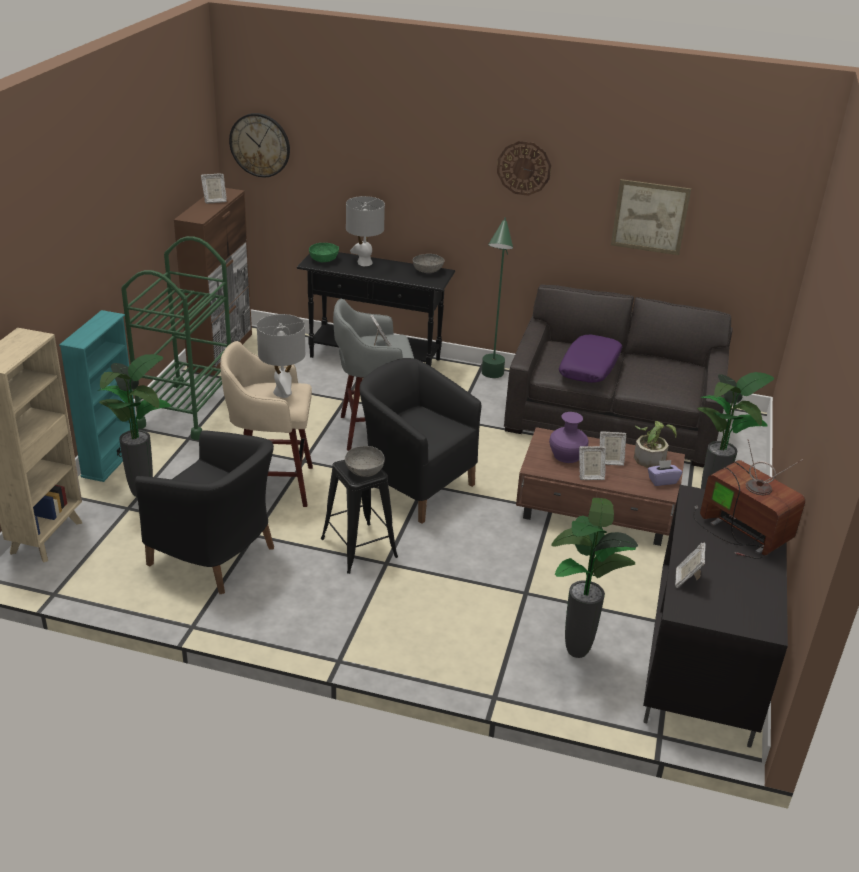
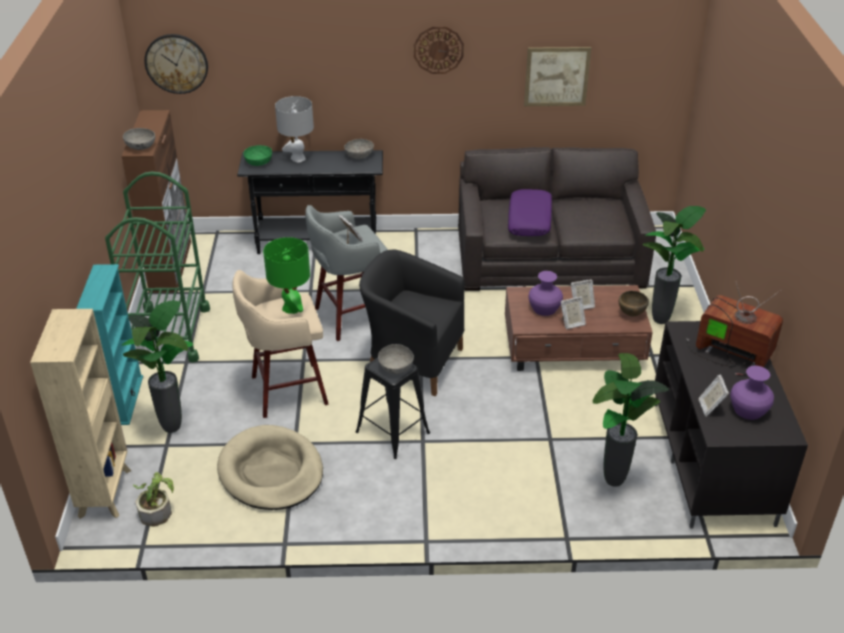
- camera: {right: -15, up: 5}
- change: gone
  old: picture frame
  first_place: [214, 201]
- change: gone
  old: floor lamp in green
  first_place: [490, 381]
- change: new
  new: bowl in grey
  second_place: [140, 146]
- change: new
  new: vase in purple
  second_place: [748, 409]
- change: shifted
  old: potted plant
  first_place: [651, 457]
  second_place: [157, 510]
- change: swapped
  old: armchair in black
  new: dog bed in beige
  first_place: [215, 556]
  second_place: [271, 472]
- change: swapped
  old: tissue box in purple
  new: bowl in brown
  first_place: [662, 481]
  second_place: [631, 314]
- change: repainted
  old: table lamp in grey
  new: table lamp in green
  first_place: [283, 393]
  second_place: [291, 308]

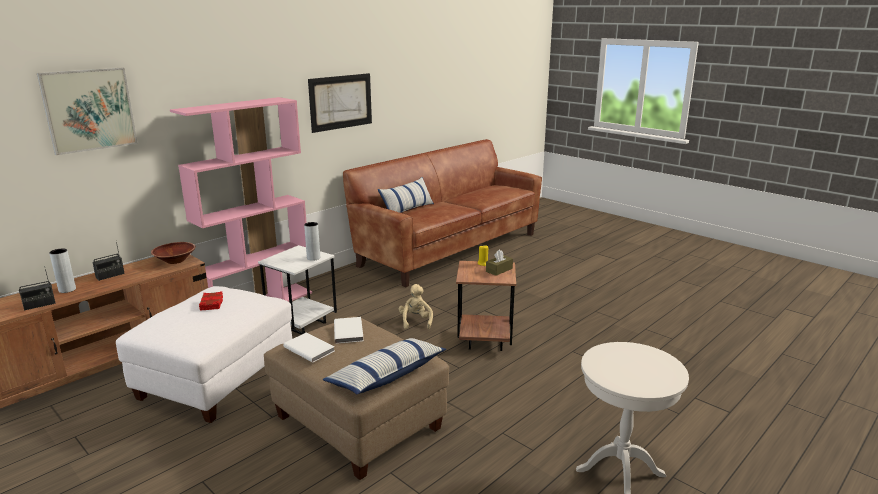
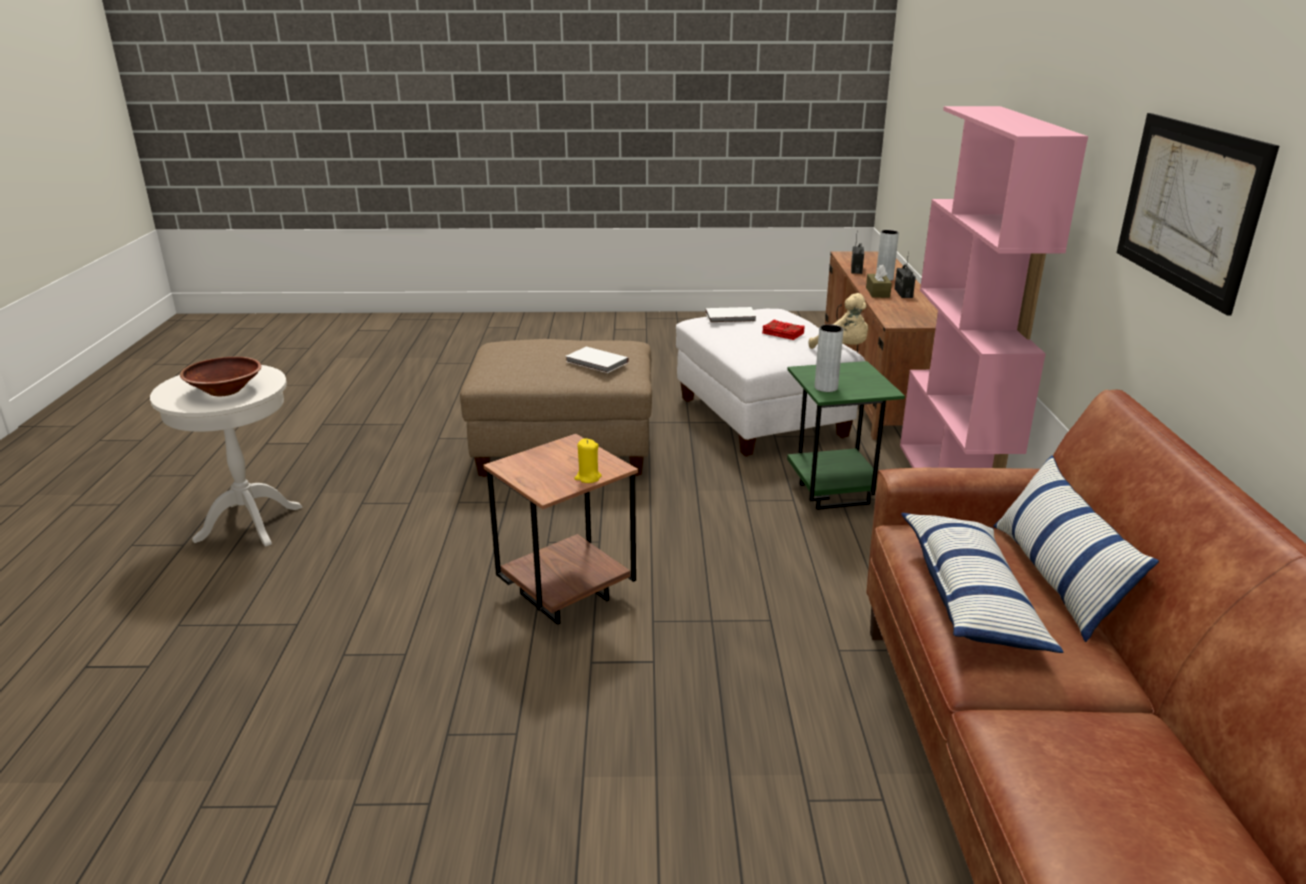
- camera: {right: 135, up: 5}
- change: gone
  old: picture
  first_place: [89, 110]
- change: shifted
  old: bowl in brown
  first_place: [175, 261]
  second_place: [225, 391]
- change: shifted
  old: book in white
  first_place: [309, 348]
  second_place: [731, 317]
- change: shifted
  old: pillow
  first_place: [386, 376]
  second_place: [971, 598]
- change: shifted
  old: plush toy in beige
  first_place: [415, 321]
  second_place: [843, 349]
- change: shifted
  old: tissue box in brown
  first_place: [499, 270]
  second_place: [877, 292]
- change: repainted
  old: side table in white
  new: side table in green
  first_place: [302, 325]
  second_place: [835, 493]

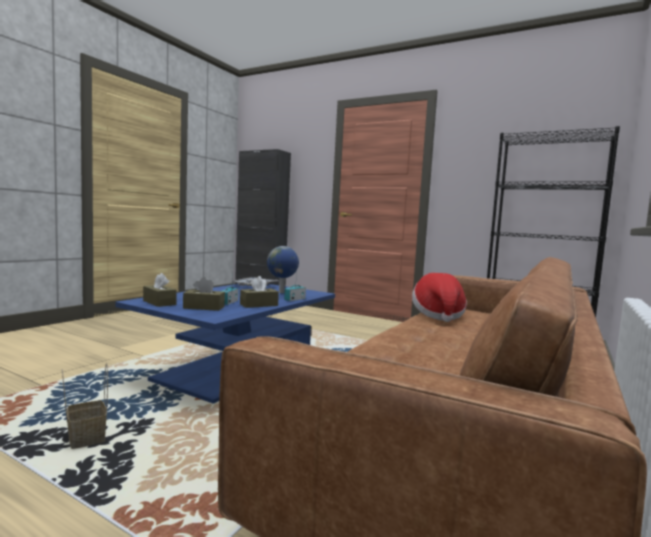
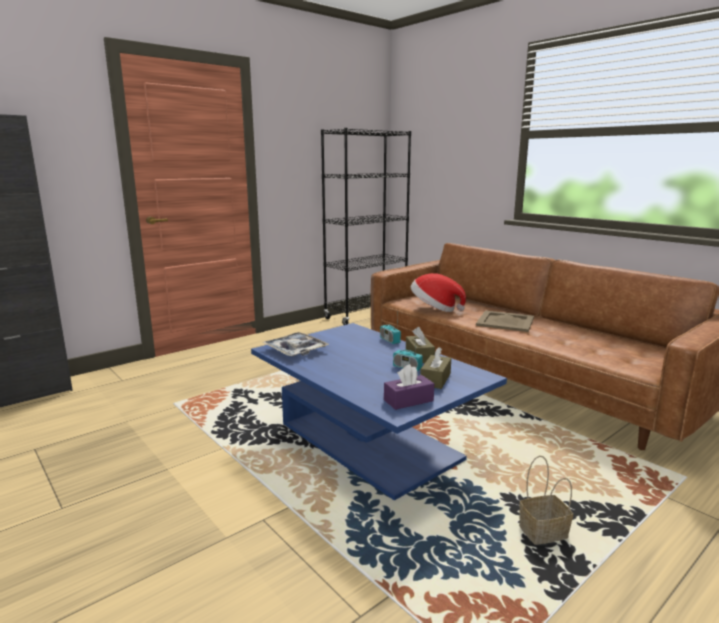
- camera: {right: -70, up: 10}
- change: gone
  old: globe
  first_place: [282, 292]
- change: new
  new: tray in beige
  second_place: [505, 322]
- change: repainted
  old: tissue box in brown
  new: tissue box in purple
  first_place: [159, 302]
  second_place: [408, 400]

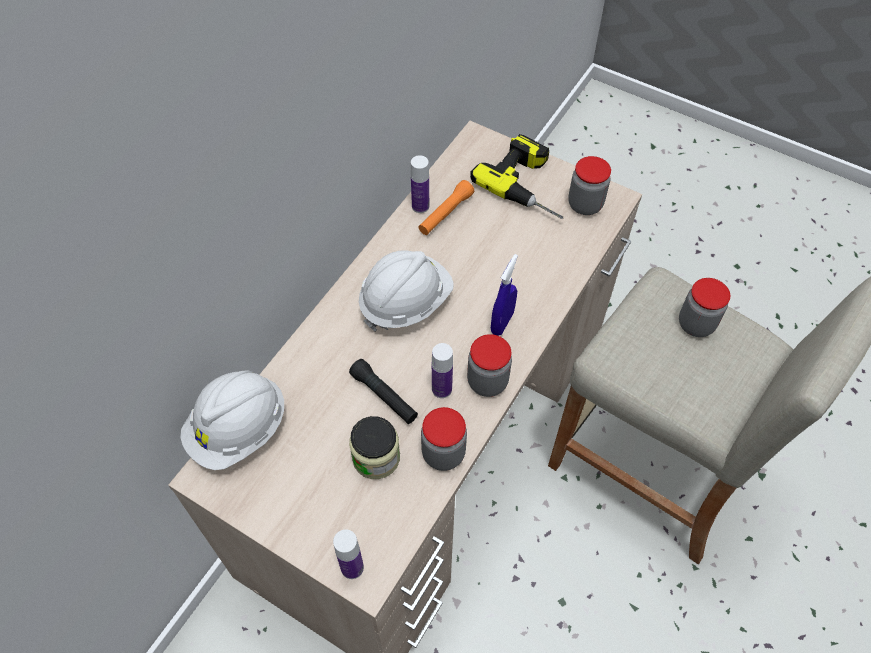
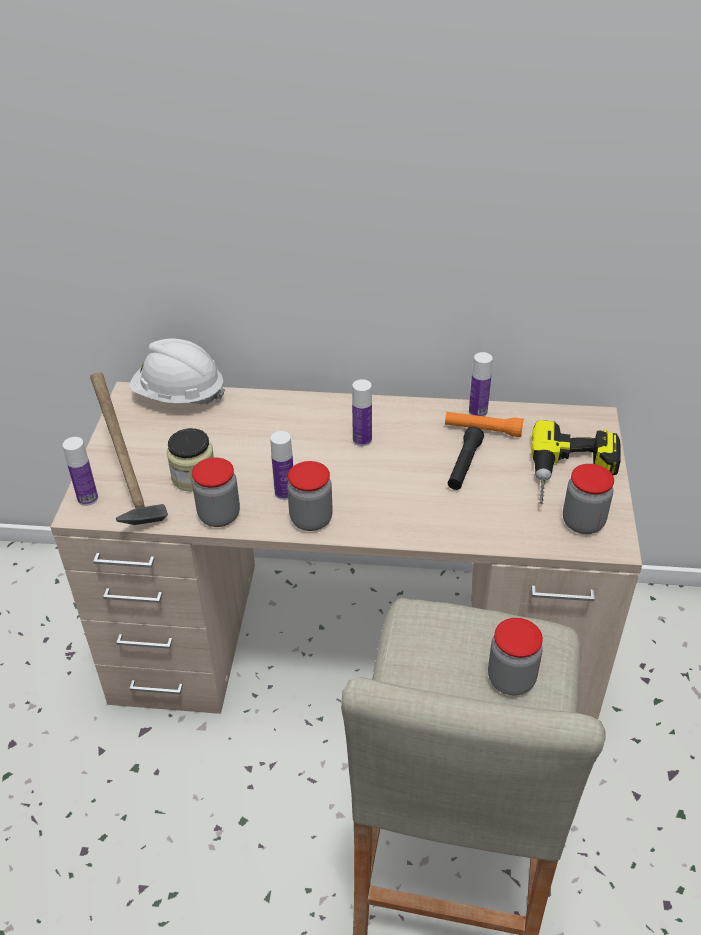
- camera: {right: 65, up: -15}
- change: gone
  old: spray bottle in blue
  first_place: [502, 322]
- change: new
  new: hammer
  second_place: [129, 491]
- change: shifted
  old: flashlight in black
  first_place: [384, 396]
  second_place: [464, 465]
- change: swapped
  old: hard hat in white
  new: bottle
  first_place: [405, 302]
  second_place: [362, 440]

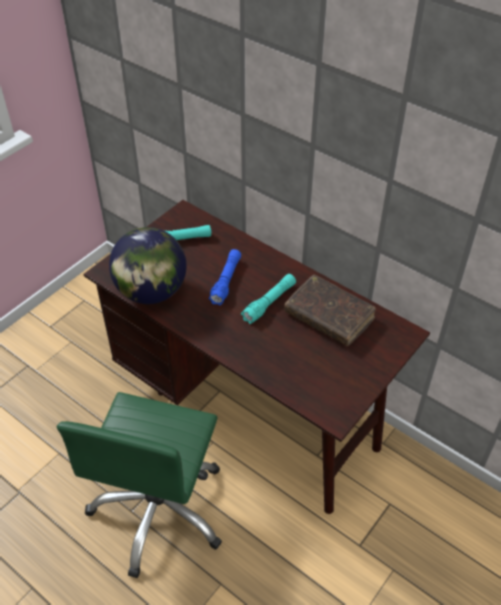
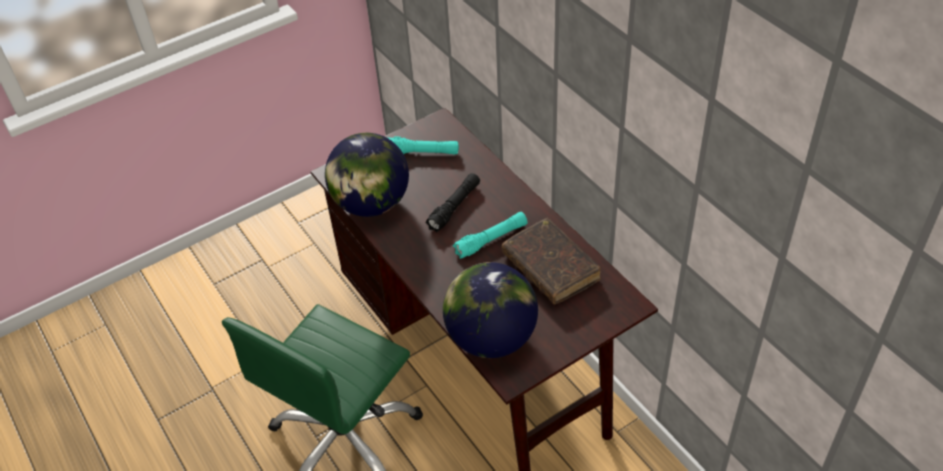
- camera: {right: 20, up: 0}
- change: new
  new: globe
  second_place: [491, 338]
- change: repainted
  old: flashlight in blue
  new: flashlight in black
  first_place: [226, 281]
  second_place: [454, 207]

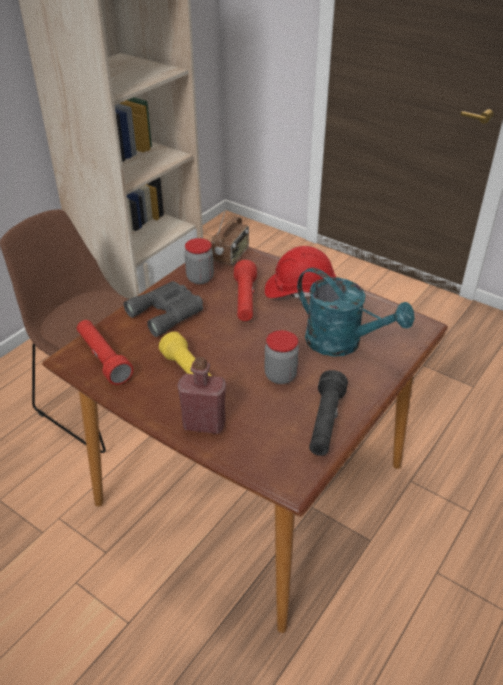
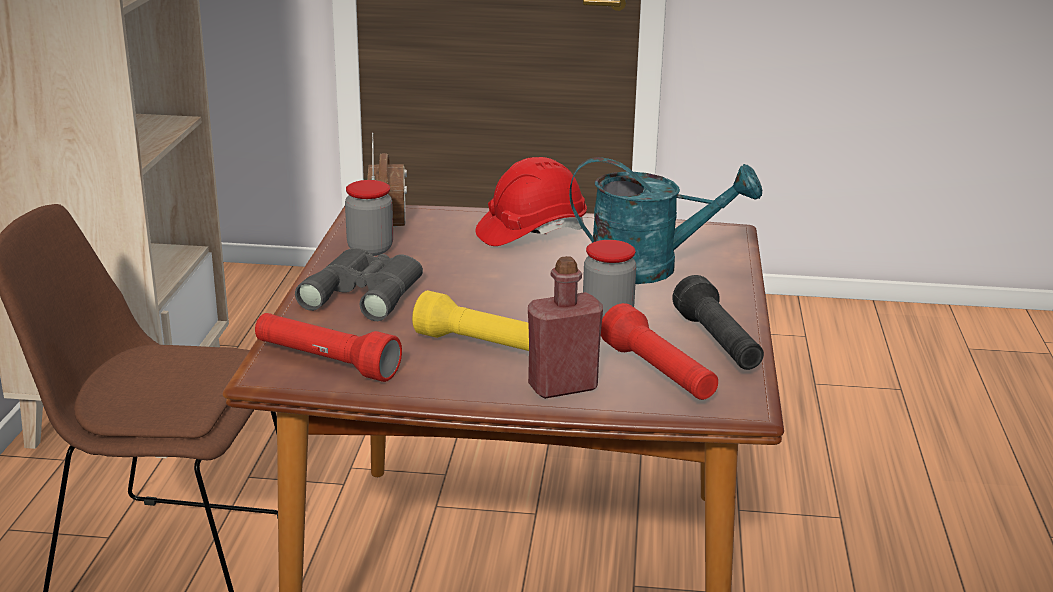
- camera: {right: -30, up: -15}
- change: shifted
  old: flashlight in red
  first_place: [245, 300]
  second_place: [659, 374]

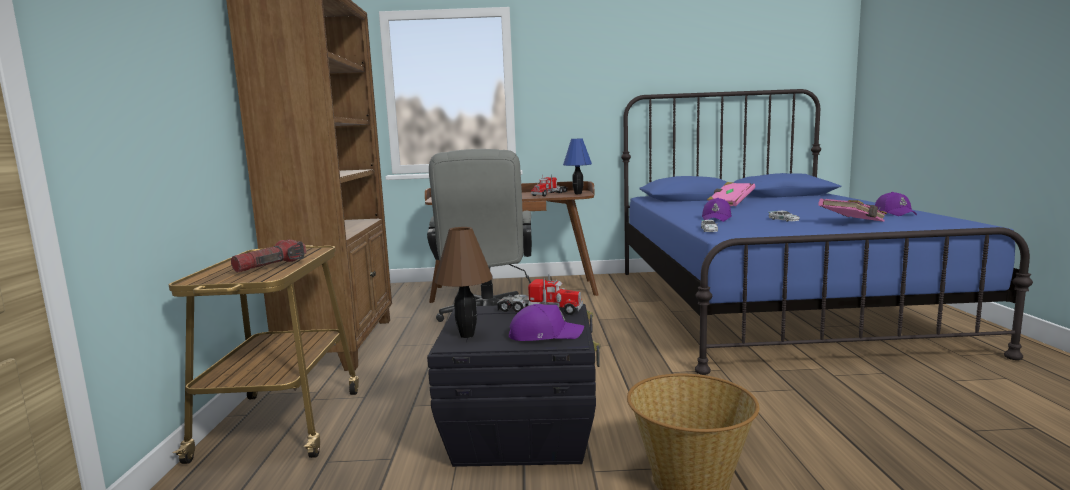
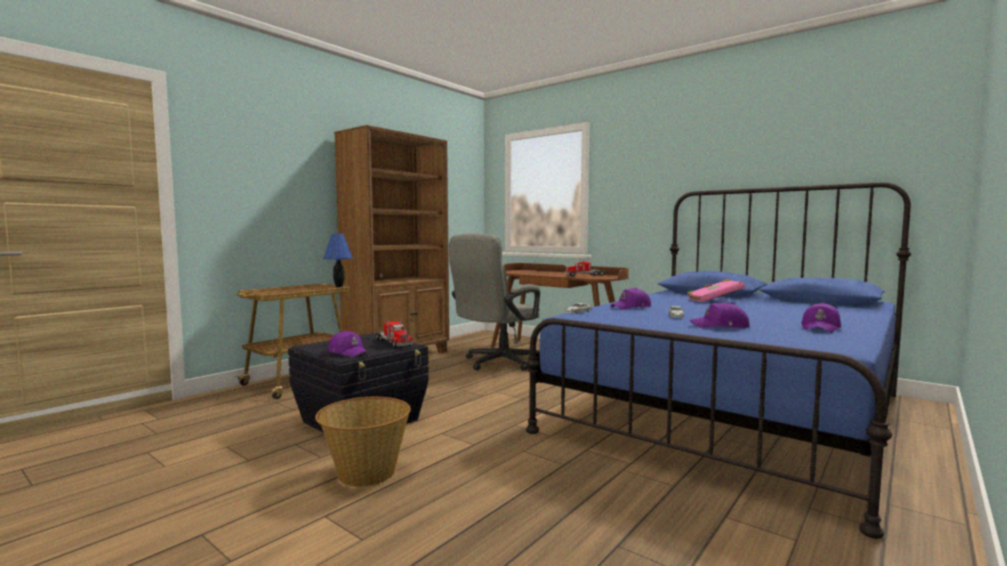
- camera: {right: 40, up: -5}
- change: gone
  old: flashlight
  first_place: [270, 266]
- change: gone
  old: table lamp in brown
  first_place: [467, 335]
- change: shifted
  old: table lamp in blue
  first_place: [578, 194]
  second_place: [339, 286]
- change: swapped
  old: book in pink
  new: cap in purple
  first_place: [853, 222]
  second_place: [720, 326]

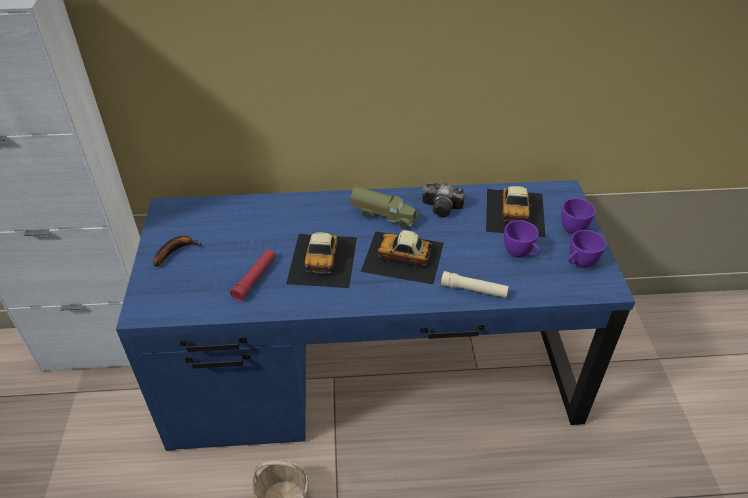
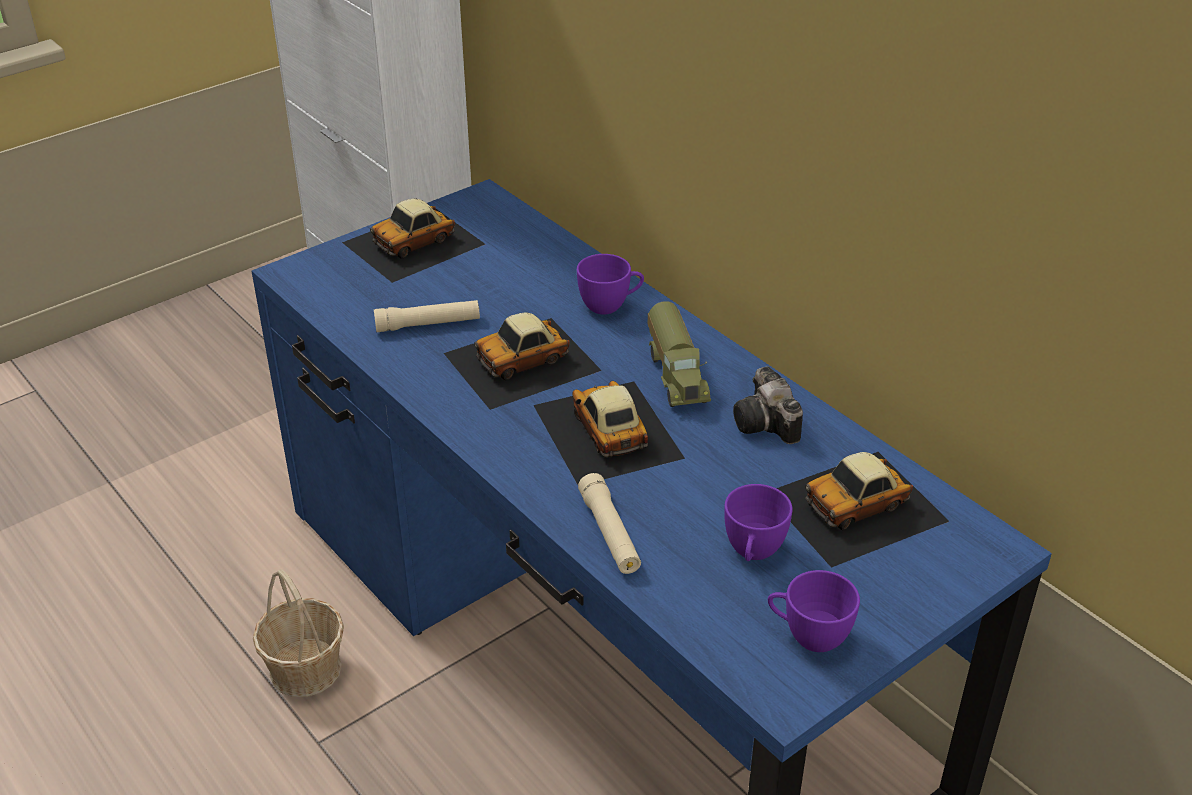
- camera: {right: 55, up: -5}
- change: shifted
  old: cup in purple
  first_place: [574, 226]
  second_place: [610, 305]
- change: swapped
  old: banana
  new: toy car
  first_place: [175, 251]
  second_place: [414, 243]
- change: repainted
  old: flashlight in red
  new: flashlight in beige
  first_place: [255, 278]
  second_place: [428, 324]

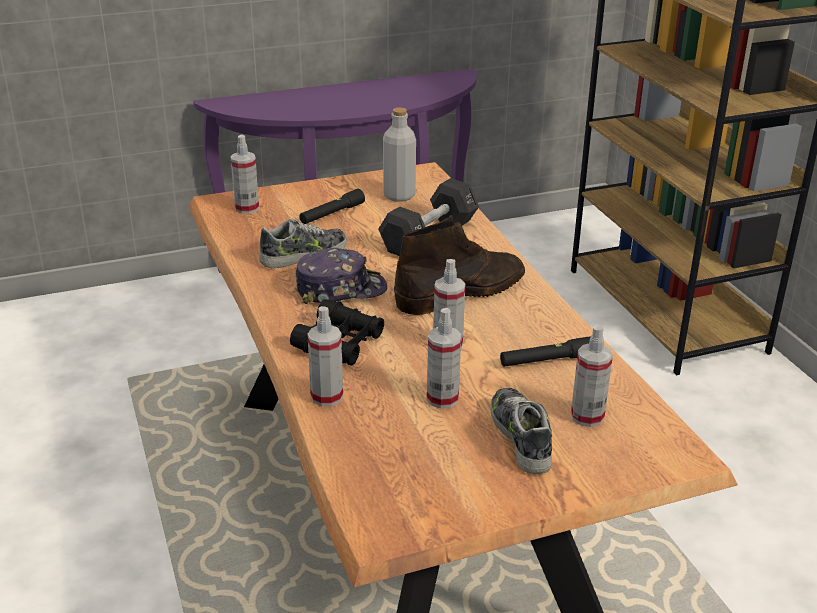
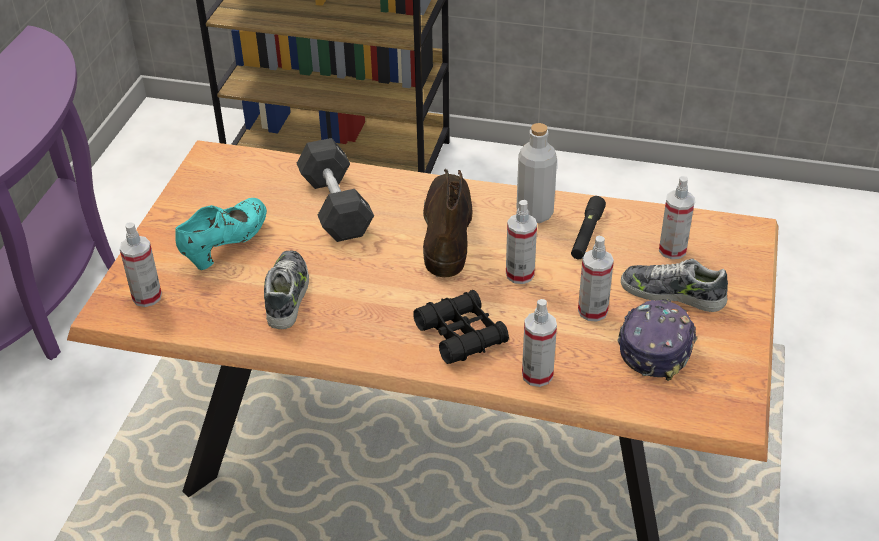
- camera: {right: -55, up: 10}
- change: shifted
  old: cap
  first_place: [340, 289]
  second_place: [656, 345]
- change: shifted
  old: bottle in grey
  first_place: [399, 195]
  second_place: [534, 213]
- change: swapped
  old: flashlight in black
  new: shoe in turquoise
  first_place: [332, 214]
  second_place: [226, 245]

